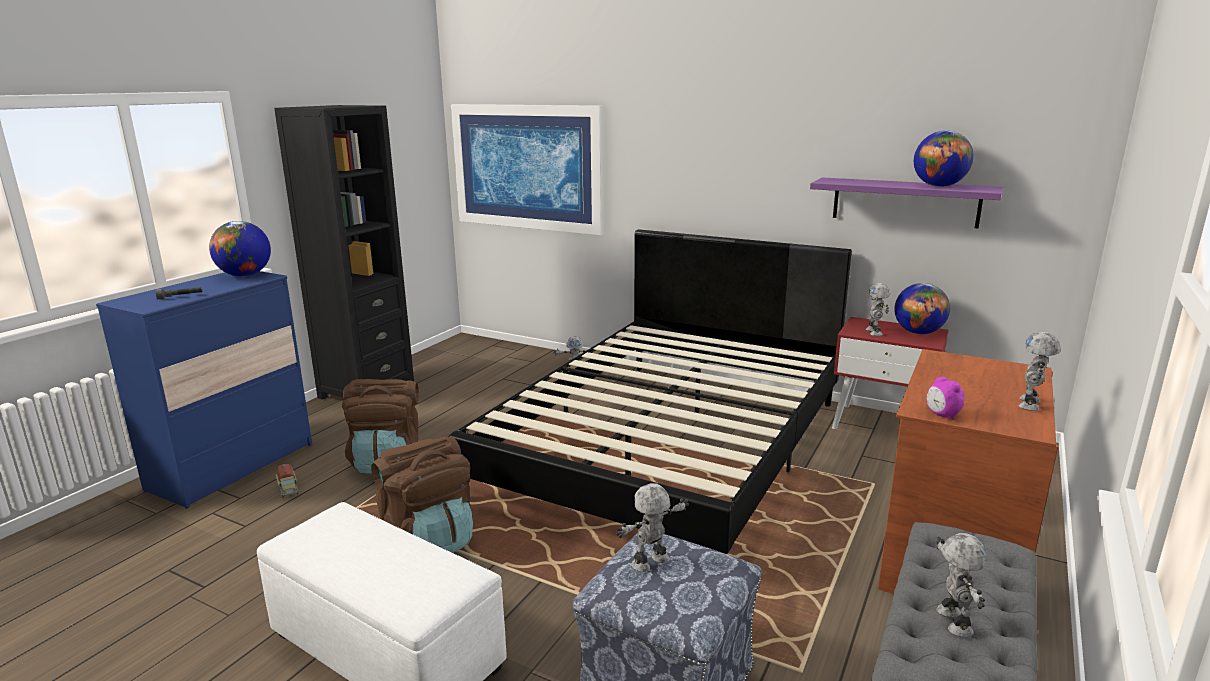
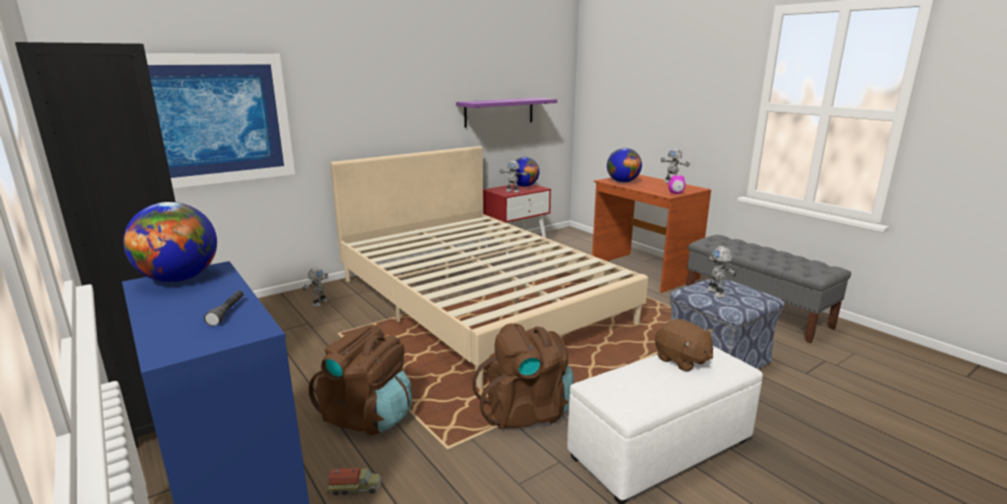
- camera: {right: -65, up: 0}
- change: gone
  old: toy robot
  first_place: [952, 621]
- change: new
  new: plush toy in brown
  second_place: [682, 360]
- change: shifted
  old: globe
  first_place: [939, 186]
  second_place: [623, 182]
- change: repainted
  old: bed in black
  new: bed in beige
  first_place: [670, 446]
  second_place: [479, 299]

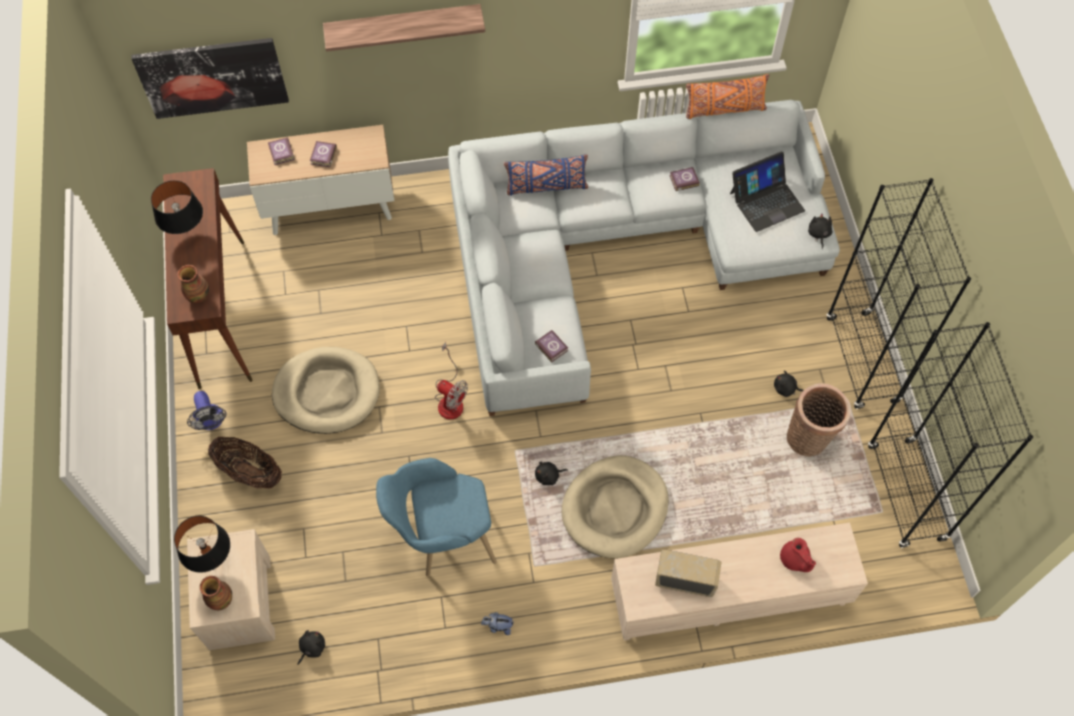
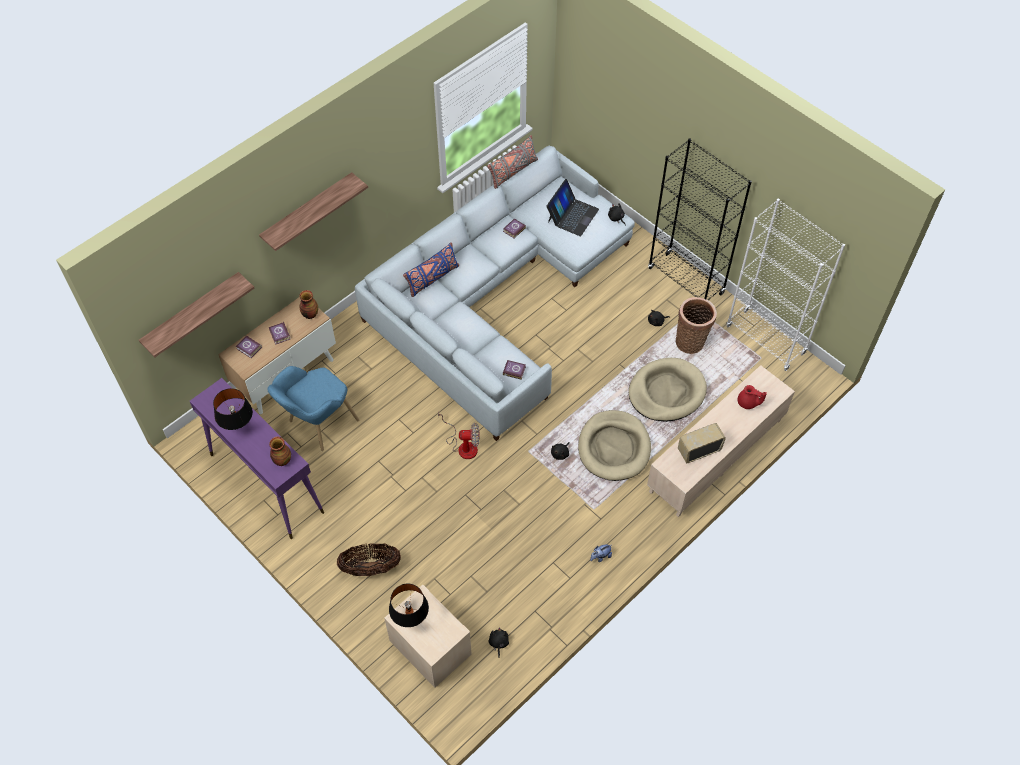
- camera: {right: -35, up: -5}
- change: gone
  old: fan
  first_place: [211, 422]
- change: shifted
  old: vase
  first_place: [220, 600]
  second_place: [310, 314]
- change: shifted
  old: dog bed in beige
  first_place: [327, 392]
  second_place: [666, 392]
- change: shifted
  old: armchair in blue
  first_place: [442, 539]
  second_place: [317, 426]
- change: swapped
  old: picture
  new: shelf
  first_place: [212, 77]
  second_place: [192, 313]
- change: repainted
  old: console table in brown
  new: console table in purple
  first_place: [221, 312]
  second_place: [266, 483]
- change: repainted
  old: pillow in orange
  new: pillow in grey
  first_place: [724, 109]
  second_place: [513, 172]
- change: repainted
  old: bookcase in black
  new: bookcase in white
  first_place: [906, 493]
  second_place: [765, 340]

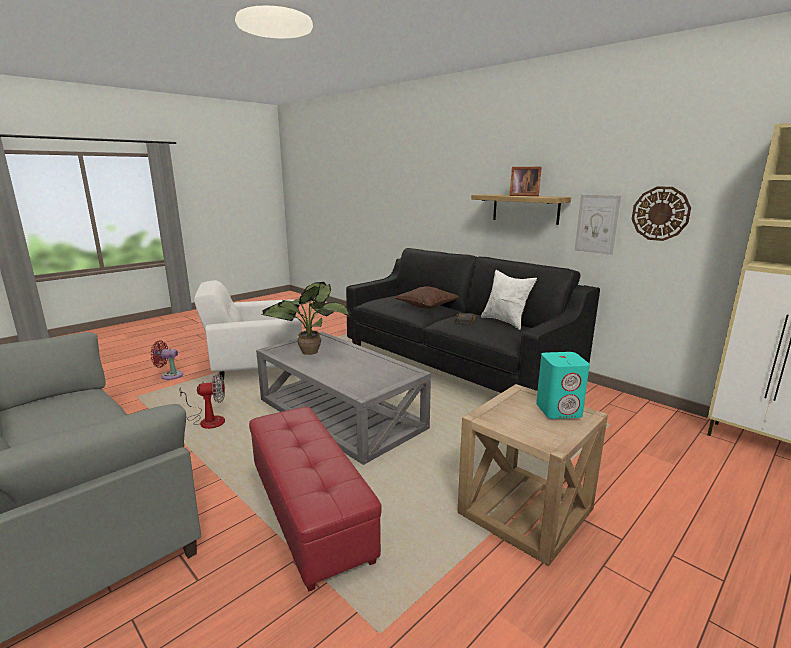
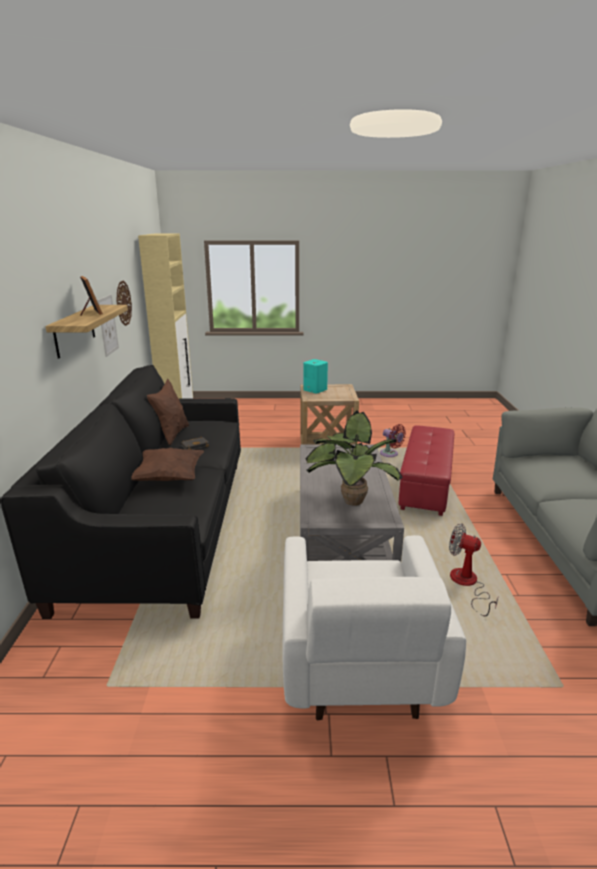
- camera: {right: -135, up: 5}
- change: shifted
  old: fan in red
  first_place: [169, 375]
  second_place: [390, 454]
- change: repainted
  old: pillow in white
  new: pillow in brown
  first_place: [505, 321]
  second_place: [171, 434]
- change: rotated
  old: armchair in white
  first_place: [257, 366]
  second_place: [358, 665]
  degrees: 60

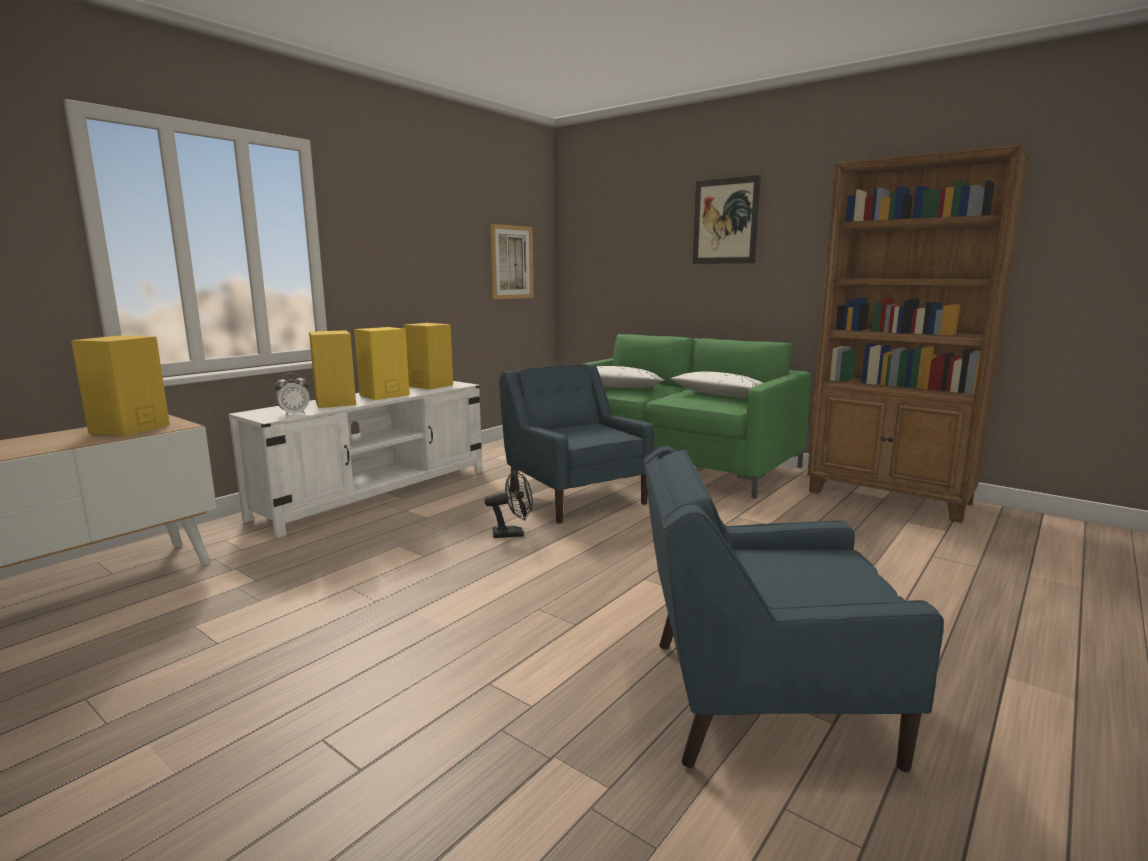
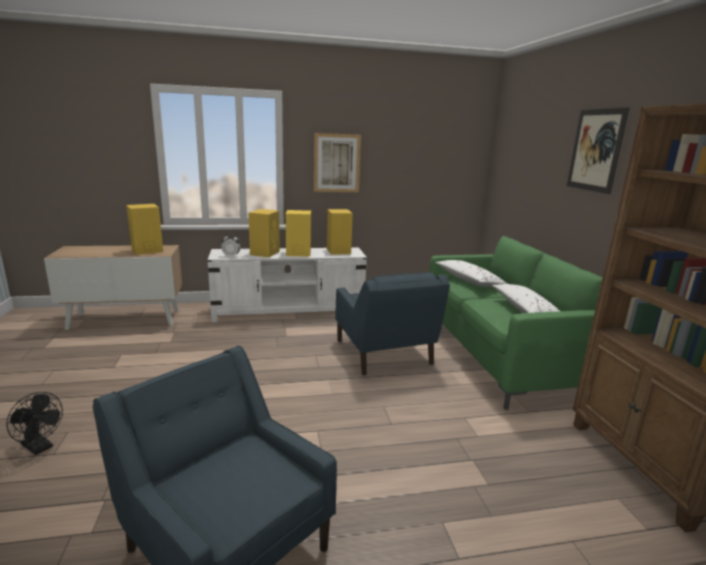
- camera: {right: 40, up: 5}
- change: shifted
  old: fan in black
  first_place: [513, 534]
  second_place: [40, 447]
- change: shifted
  old: picture
  first_place: [511, 262]
  second_place: [336, 163]
- change: rotated
  old: armchair in blue
  first_place: [574, 497]
  second_place: [384, 354]
  degrees: 150

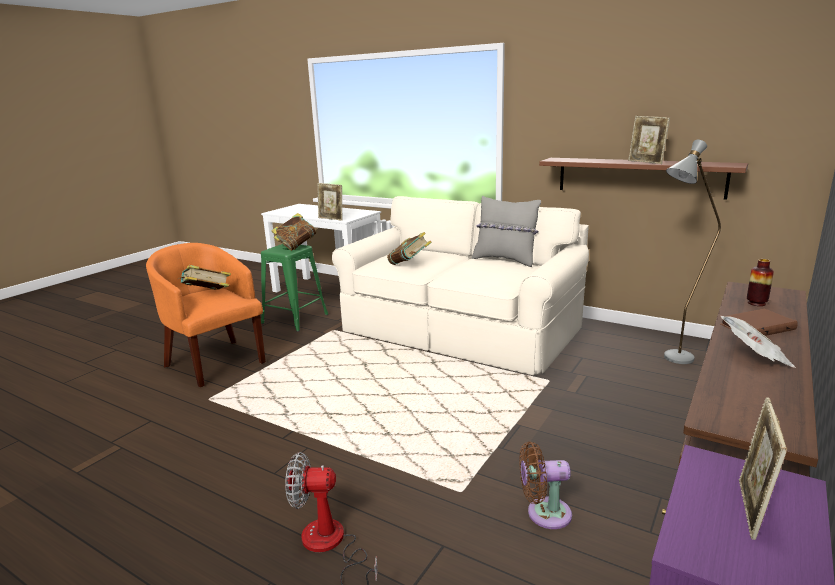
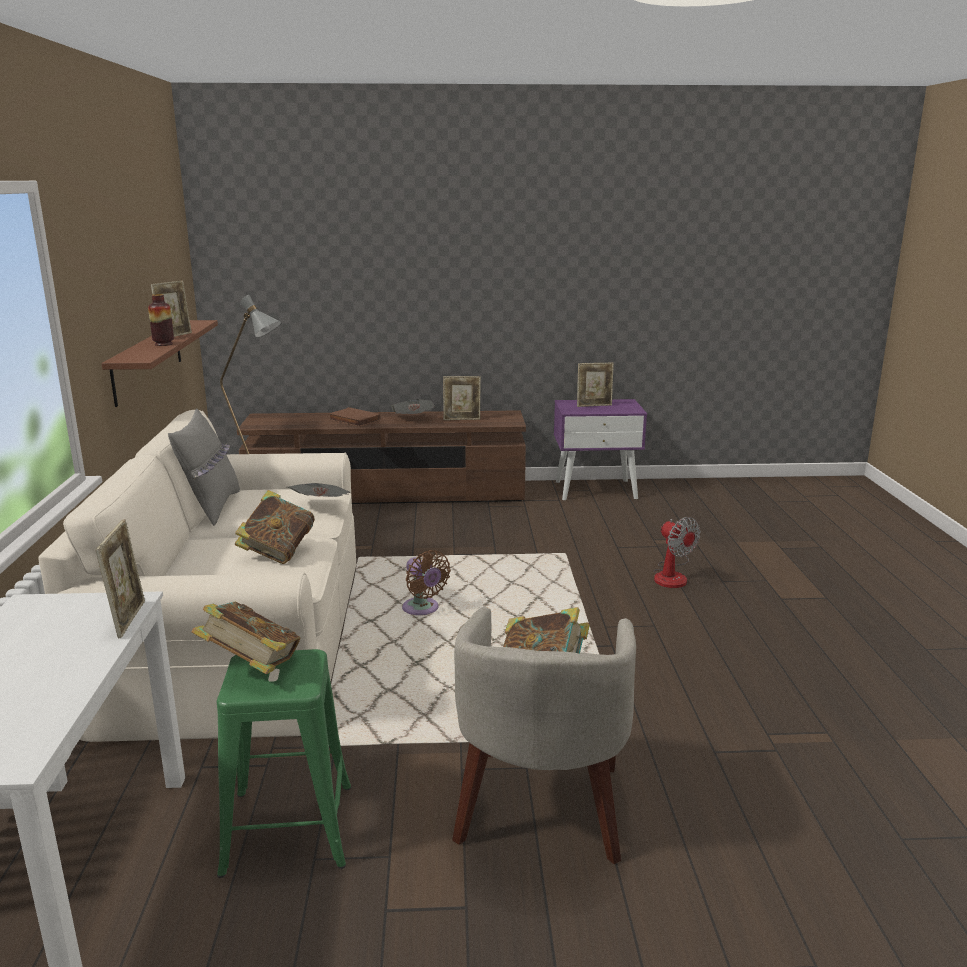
- camera: {right: -125, up: 0}
- change: new
  new: newspaper
  second_place: [321, 506]
- change: new
  new: picture frame
  second_place: [462, 419]
- change: shifted
  old: fan in brown
  first_place: [544, 513]
  second_place: [422, 609]
- change: shifted
  old: vase
  first_place: [756, 303]
  second_place: [163, 344]
- change: repainted
  old: armchair in orange
  new: armchair in beige
  first_place: [214, 362]
  second_place: [541, 810]

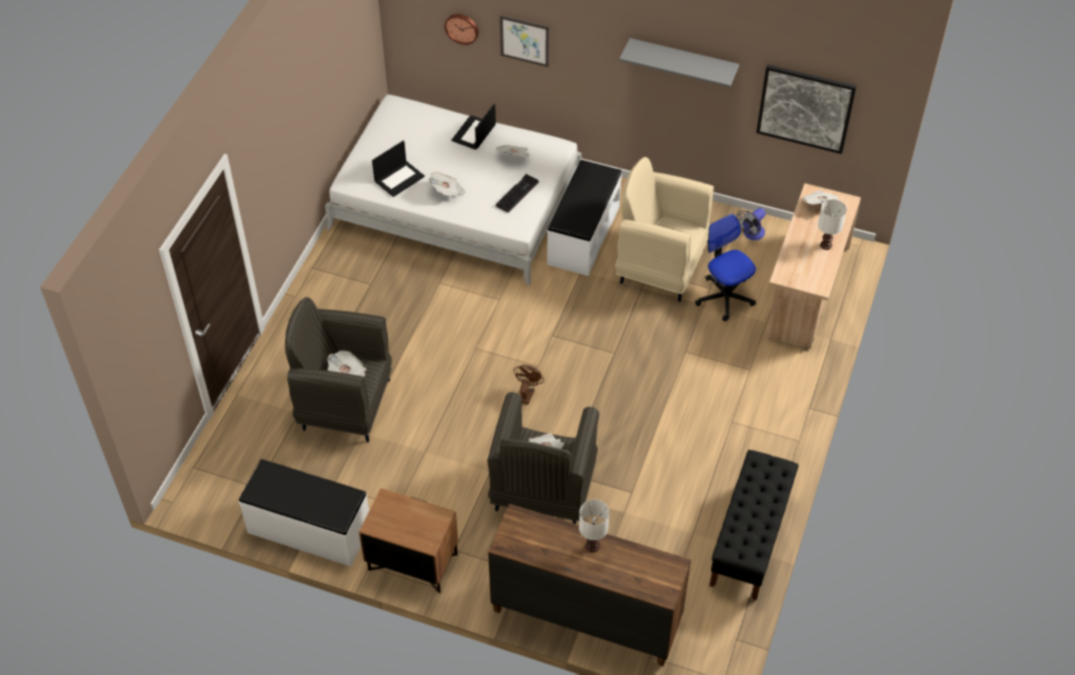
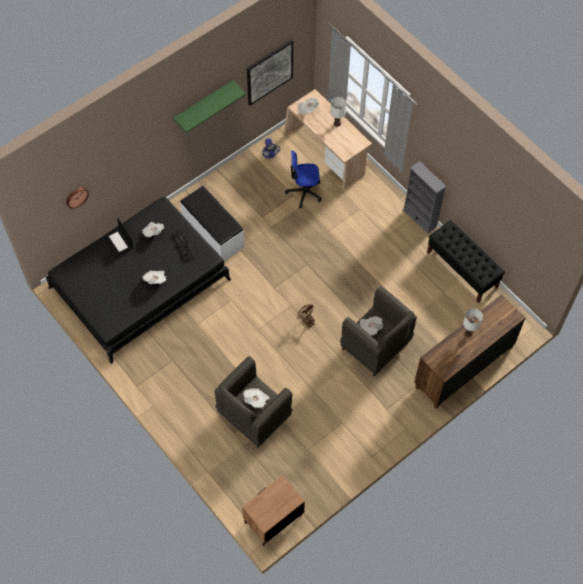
- camera: {right: -60, up: 10}
- change: gone
  old: bench in white
  first_place: [309, 530]
- change: gone
  old: laptop
  first_place: [399, 178]
- change: gone
  old: picture
  first_place: [524, 40]
- change: gone
  old: armchair in beige
  first_place: [660, 266]
- change: new
  new: bookcase in grey
  second_place: [420, 218]
- change: shifted
  old: nightstand in brown
  first_place: [412, 563]
  second_place: [273, 520]
- change: repainted
  old: bed in white
  new: bed in black
  first_place: [456, 201]
  second_place: [140, 283]
- change: repainted
  old: shelf in grey
  new: shelf in green
  first_place: [683, 61]
  second_place: [203, 104]

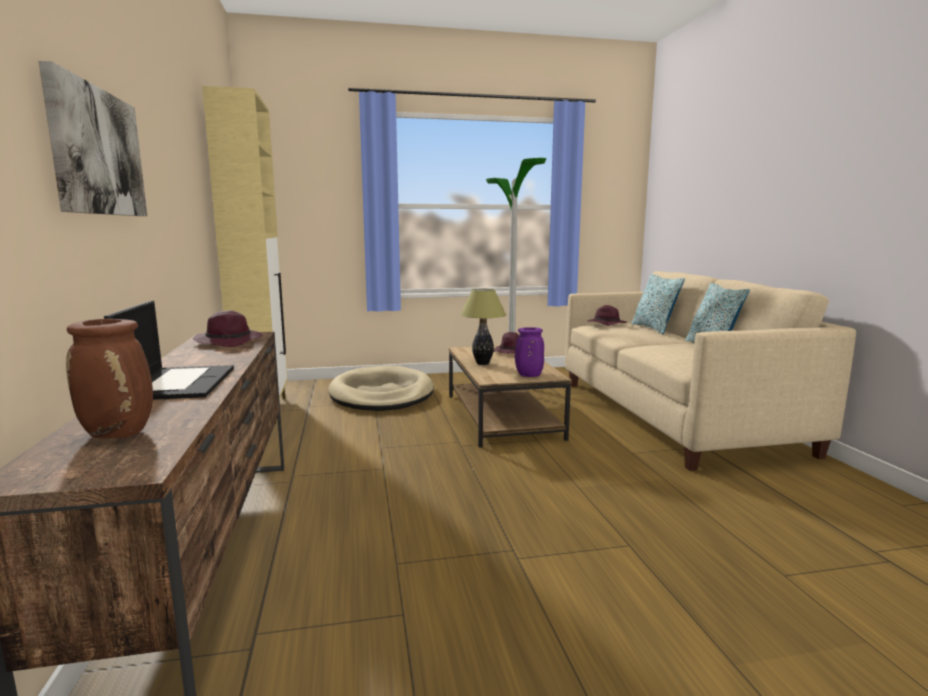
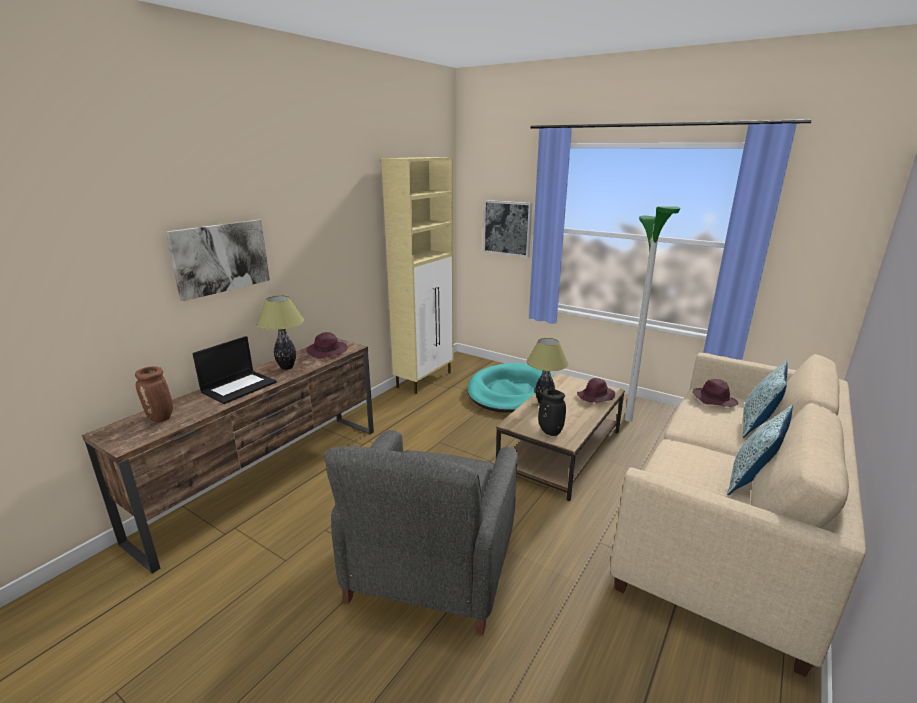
- camera: {right: 45, up: 10}
- change: new
  new: table lamp
  second_place: [287, 367]
- change: new
  new: armchair in grey
  second_place: [431, 567]
- change: new
  new: picture
  second_place: [507, 228]
- change: repainted
  old: dog bed in beige
  new: dog bed in turquoise
  first_place: [382, 394]
  second_place: [511, 392]
- change: repainted
  old: vase in purple
  new: vase in black
  first_place: [528, 375]
  second_place: [549, 432]

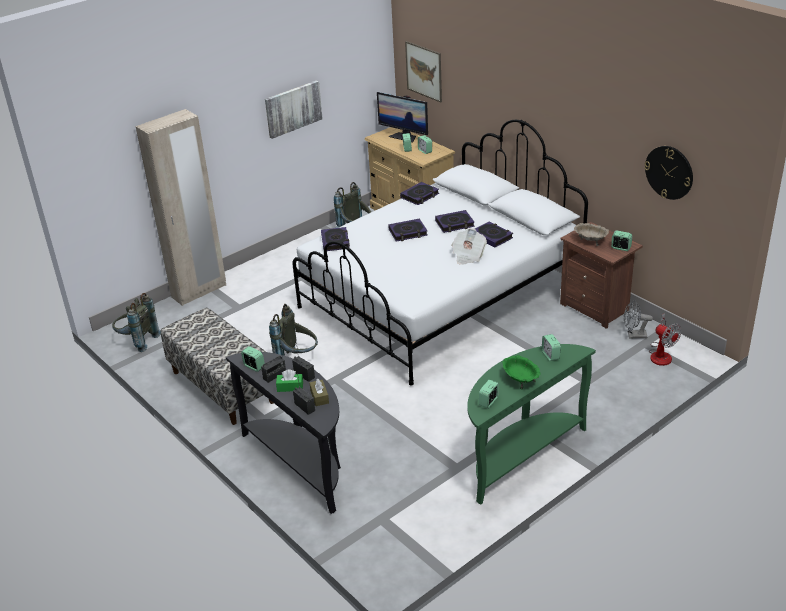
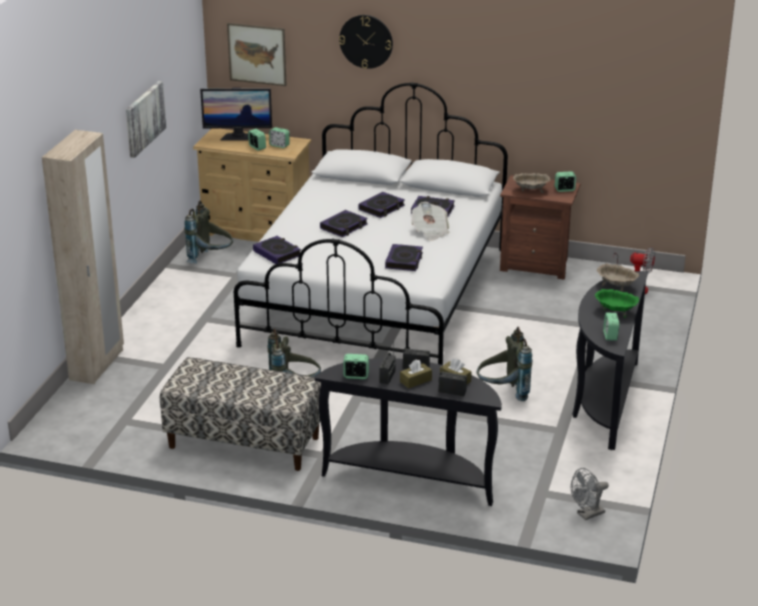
- camera: {right: -35, up: -5}
- change: shifted
  old: backpack in grey
  first_place: [137, 341]
  second_place: [503, 393]
- change: shifted
  old: book
  first_place: [420, 196]
  second_place: [404, 261]
- change: shifted
  old: fan in grey
  first_place: [634, 335]
  second_place: [587, 515]
- change: shifted
  old: wall clock
  first_place: [669, 172]
  second_place: [366, 41]
- change: swapped
  old: alarm clock
  new: bowl in beige
  first_place: [550, 355]
  second_place: [616, 286]
- change: repainted
  old: tissue box in green
  new: tissue box in brown
  first_place: [290, 387]
  second_place: [415, 381]
- change: repainted
  old: console table in green
  new: console table in black
  first_place: [519, 455]
  second_place: [604, 402]

